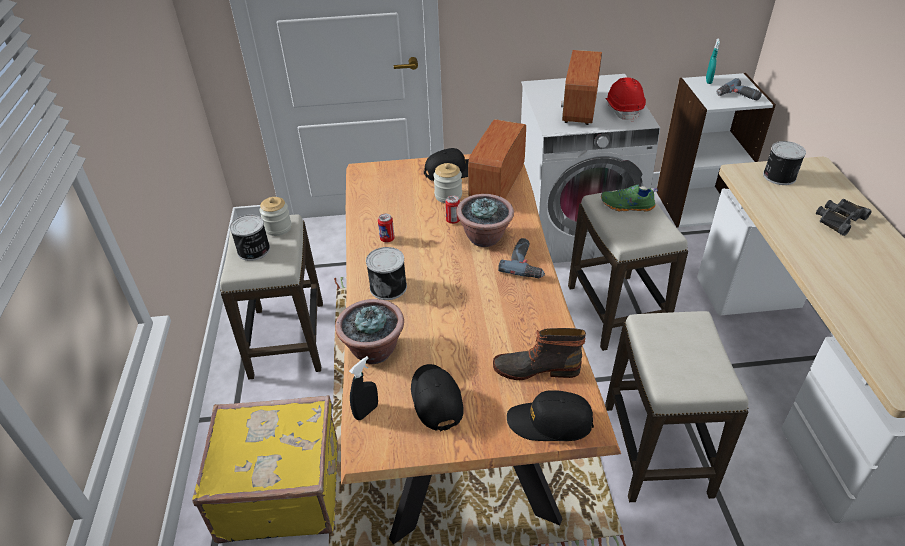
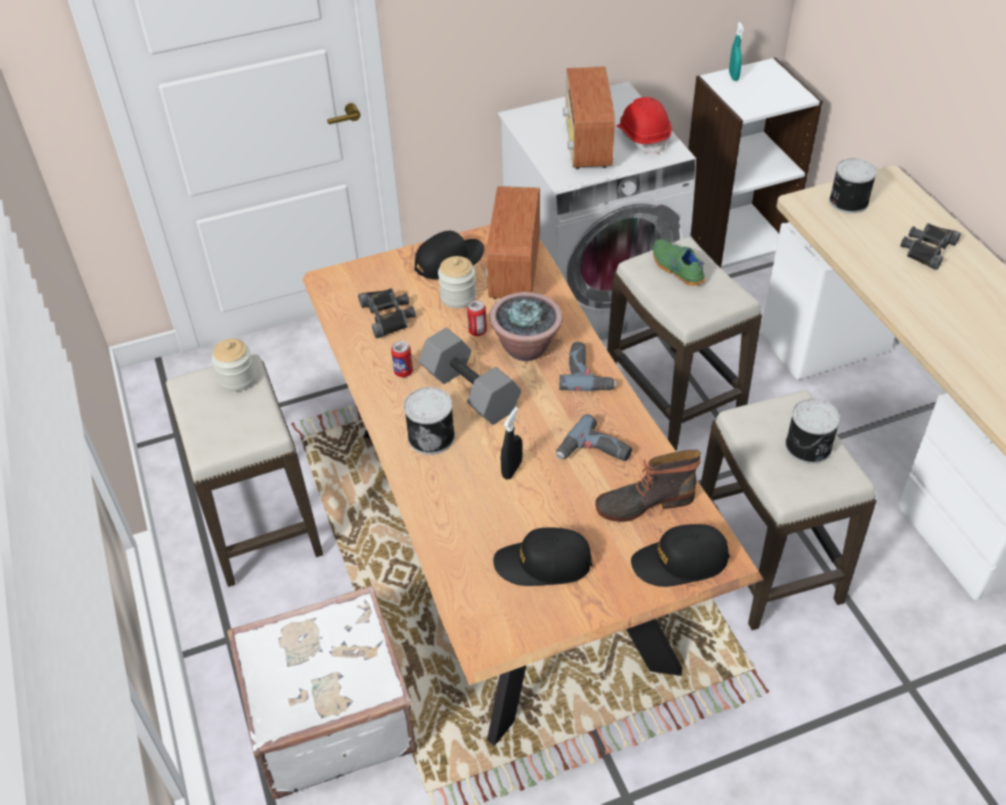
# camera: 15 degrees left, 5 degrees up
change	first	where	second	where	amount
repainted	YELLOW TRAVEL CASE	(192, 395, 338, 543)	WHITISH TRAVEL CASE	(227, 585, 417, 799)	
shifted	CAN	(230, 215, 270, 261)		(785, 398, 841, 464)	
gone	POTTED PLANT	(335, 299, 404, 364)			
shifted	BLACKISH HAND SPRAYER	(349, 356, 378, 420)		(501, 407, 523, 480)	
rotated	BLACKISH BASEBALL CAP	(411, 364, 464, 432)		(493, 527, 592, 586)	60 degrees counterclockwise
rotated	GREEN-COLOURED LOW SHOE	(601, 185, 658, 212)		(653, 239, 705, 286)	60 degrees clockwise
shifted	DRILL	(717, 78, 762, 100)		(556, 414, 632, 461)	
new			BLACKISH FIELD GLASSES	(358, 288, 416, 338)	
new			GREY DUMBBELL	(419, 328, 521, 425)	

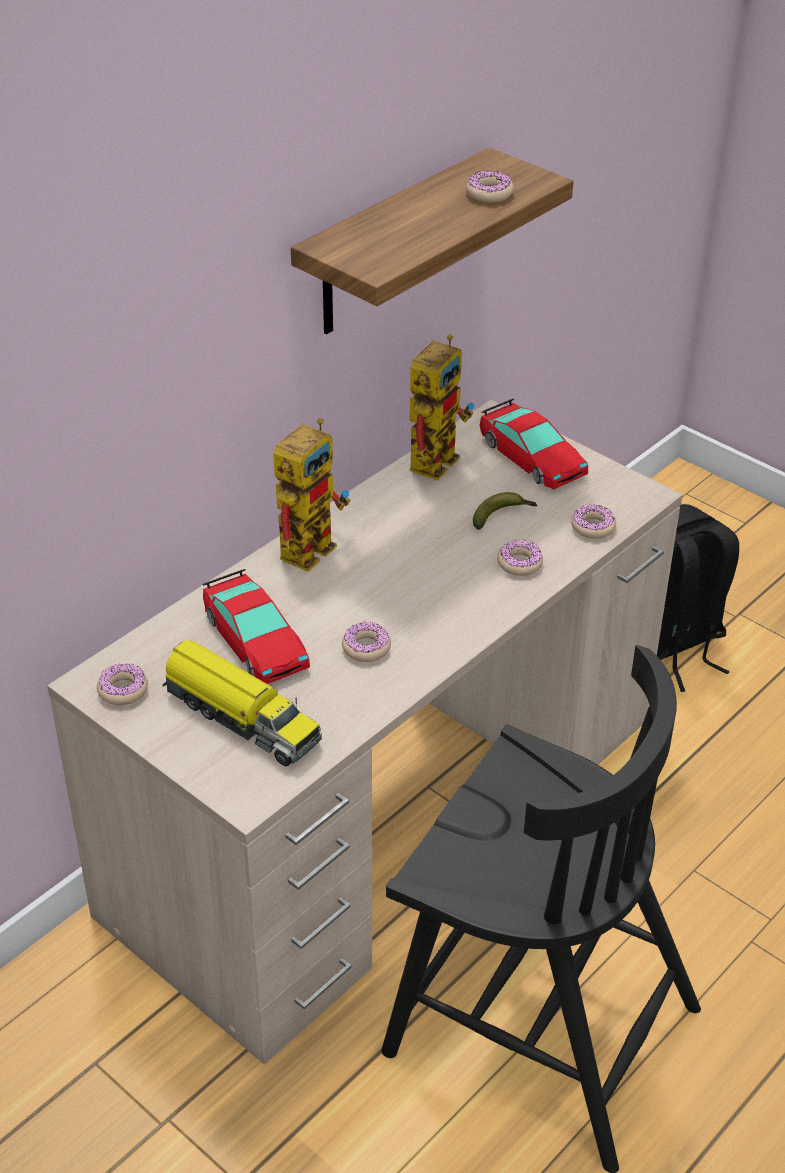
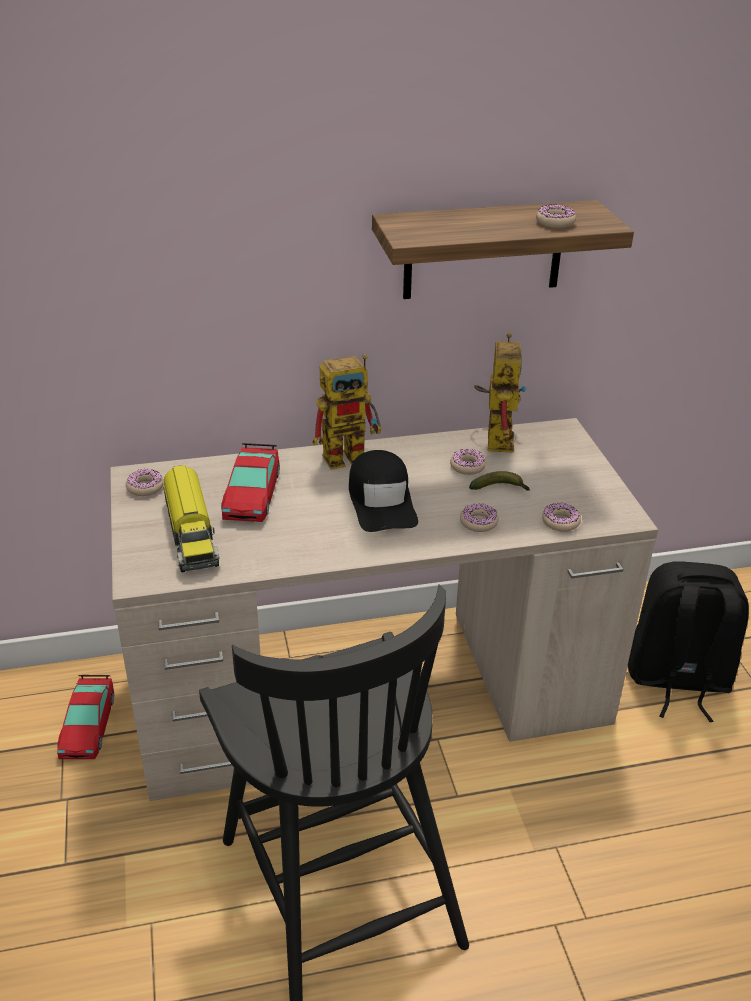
# camera: 35 degrees right, 5 degrees down
change	first	where	second	where	amount
shifted	DOUGHNUT	(342, 622, 391, 662)		(450, 449, 486, 475)	
rotated	MODEL ROBOT	(410, 334, 474, 480)		(474, 333, 526, 453)	60 degrees counterclockwise
shifted	TOY CAR	(480, 399, 588, 489)		(57, 675, 114, 759)	
new			BLACKISH BASEBALL CAP	(349, 450, 418, 532)	

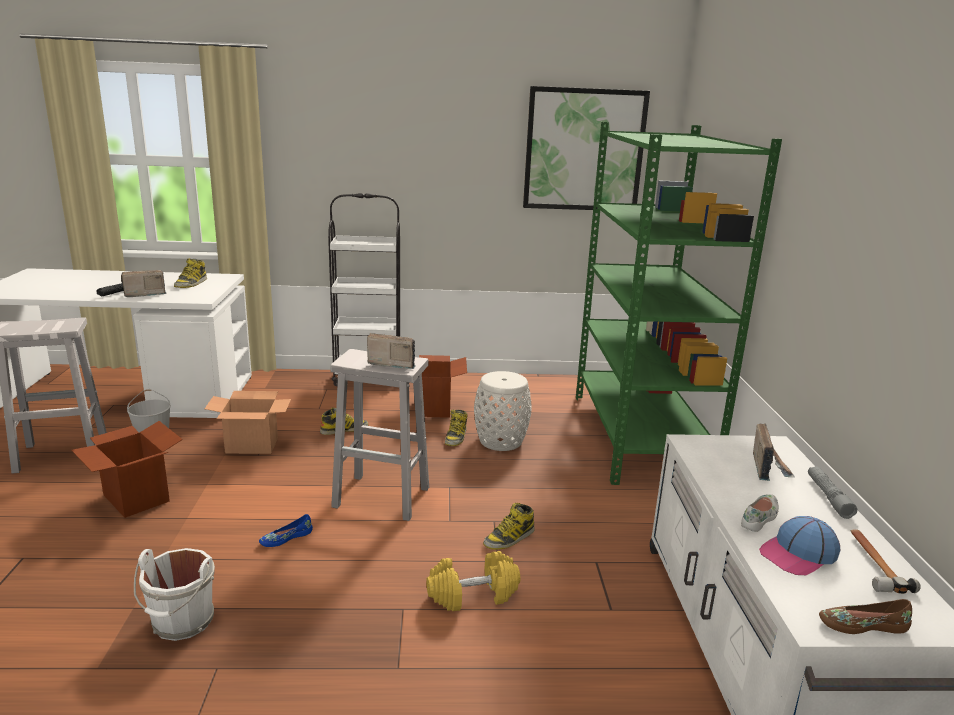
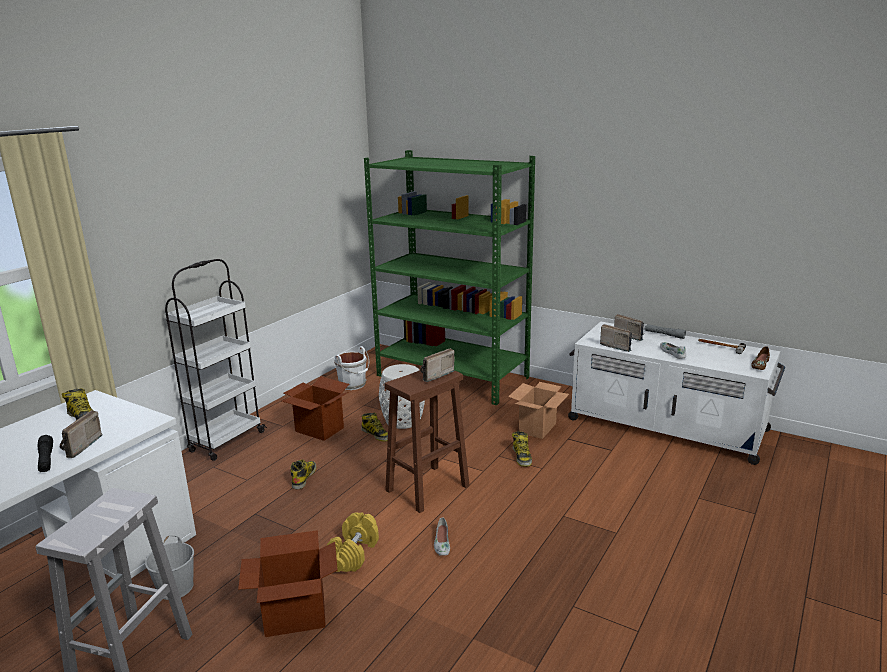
# camera: 55 degrees left, 0 degrees up
change	first	where	second	where	amount
shifted	WHITISH PAIL	(134, 548, 215, 641)		(334, 346, 370, 390)	
shifted	PACKING BOX	(205, 391, 291, 454)		(508, 382, 569, 439)	
repainted	BLUISH LOW SHOE	(259, 514, 313, 547)	WHITISH LOW SHOE	(434, 517, 450, 556)	
repainted	WHITISH SITTING STOOL	(330, 349, 429, 521)	BROWNISH SITTING STOOL	(384, 369, 470, 513)	
shifted	YELLOW DUMBBELL	(426, 551, 520, 611)		(327, 512, 379, 572)	
gone	WALL PICTURE	(523, 86, 650, 210)			
gone	BASEBALL CAP	(759, 516, 840, 575)			
new			RADIO SET	(600, 324, 632, 352)	

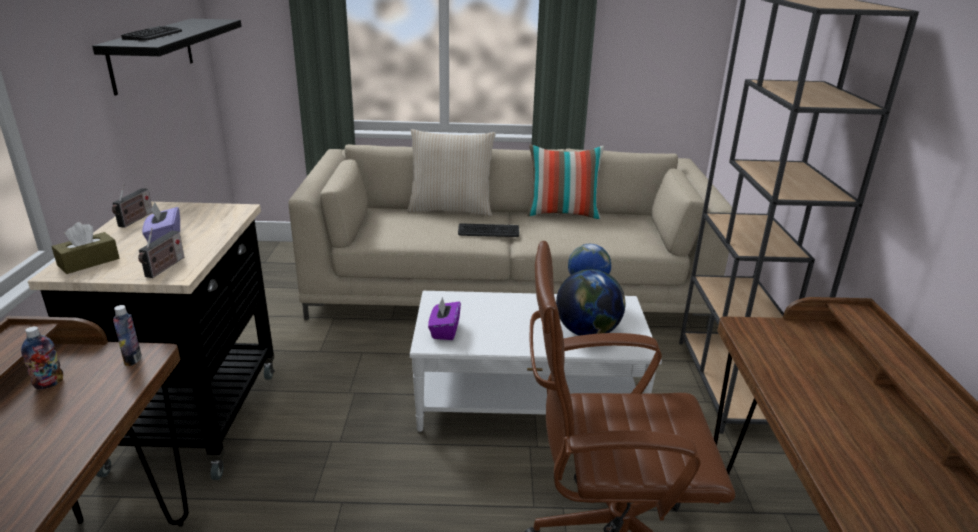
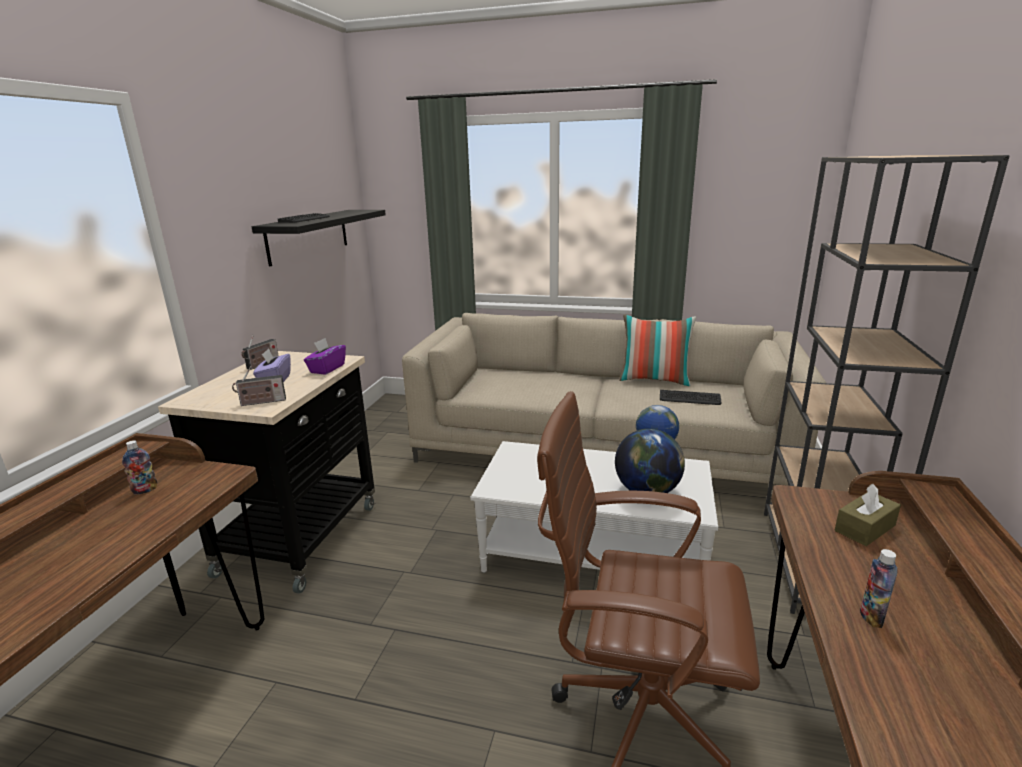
# camera: 15 degrees right, 5 degrees down
change	first	where	second	where	amount
shifted	BROWNISH TISSUE HOLDER	(52, 222, 119, 274)		(835, 484, 901, 546)	
shifted	BEVERAGE BOTTLE	(113, 305, 142, 366)		(860, 549, 898, 628)	
rotated	RADIO SET	(138, 228, 184, 278)		(232, 367, 286, 406)	45 degrees clockwise
gone	BEIGE THROW PILLOW	(407, 129, 496, 217)			
shifted	PURPLE-COLOURED TISSUE HOLDER	(428, 297, 461, 340)		(304, 338, 346, 375)	
shifted	COMPUTER KEYBOARD	(458, 224, 519, 237)		(660, 390, 721, 405)	

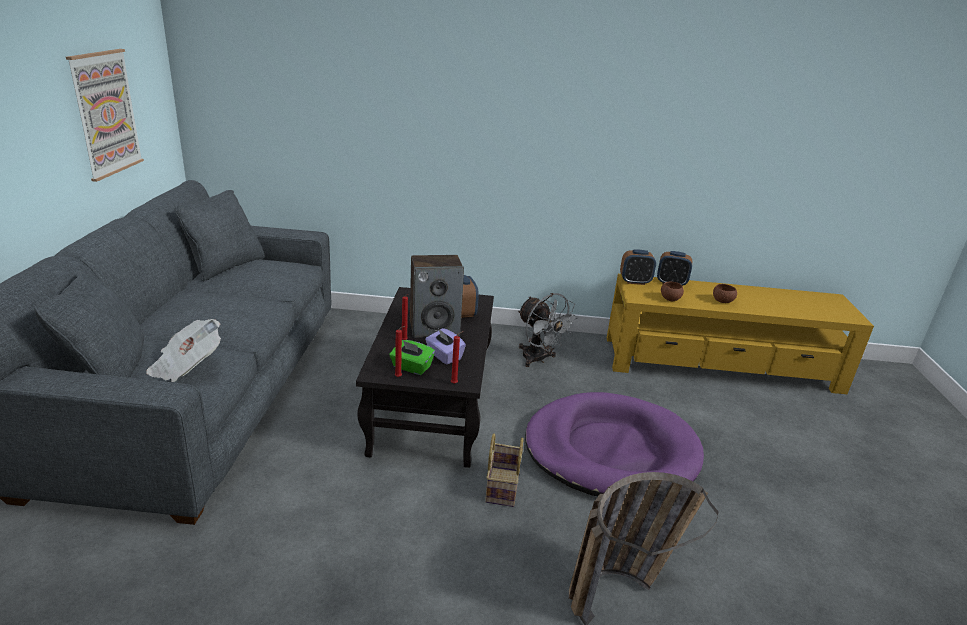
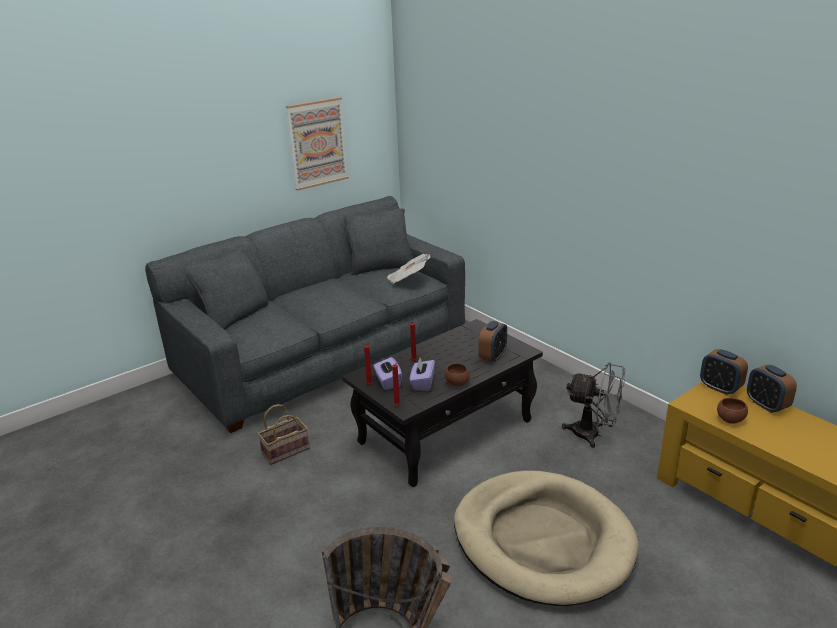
# camera: 50 degrees right, 0 degrees up
change	first	where	second	where	amount
shifted	PRINTED PAPER	(146, 319, 221, 382)		(387, 254, 430, 284)	
repainted	GREEN-COLOURED TISSUE HOLDER	(389, 340, 435, 375)	PURPLE-COLOURED TISSUE HOLDER	(373, 357, 402, 390)	
gone	AUDIO SPEAKER	(410, 255, 464, 338)			
shifted	STORAGE BASKET	(485, 433, 524, 507)		(258, 404, 310, 465)	
rotated	GREY COOLING FAN	(518, 293, 578, 367)		(562, 362, 625, 448)	75 degrees counterclockwise
repainted	PURPLE-COLOURED DOG CUSHION	(525, 392, 704, 496)	BEIGE DOG CUSHION	(454, 471, 639, 606)	
shifted	BROWNISH BOWL	(713, 284, 737, 303)		(445, 363, 470, 386)	

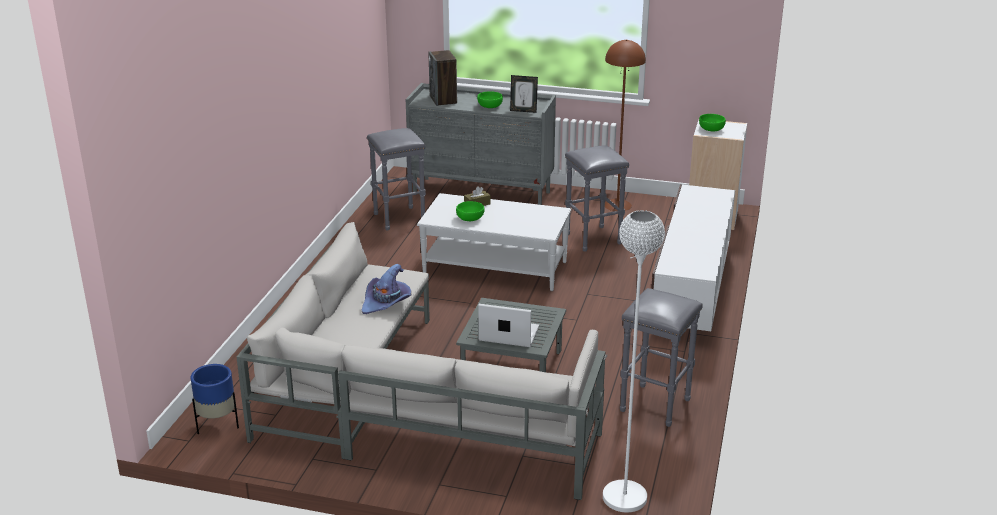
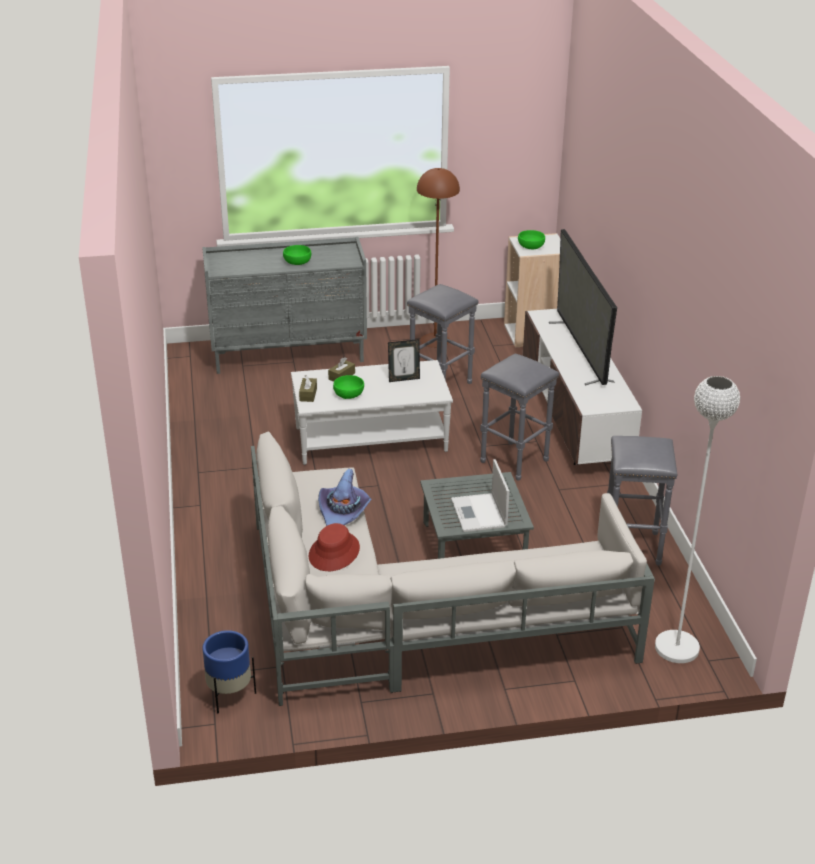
# camera: 25 degrees left, 5 degrees up
change	first	where	second	where	amount
shifted	GREY SITTING STOOL	(367, 128, 426, 231)		(480, 354, 559, 481)	
gone	AUDIO SPEAKER	(428, 50, 457, 106)			
rotated	LAPTOP	(478, 304, 539, 347)		(451, 459, 510, 532)	90 degrees counterclockwise
shifted	PICTURE FRAME	(510, 75, 538, 113)		(388, 339, 420, 382)	
new			BROWNISH TISSUE HOLDER	(299, 375, 317, 402)	
new			RED-COLOURED HAT	(309, 523, 360, 571)	
new			TV SET	(549, 229, 617, 386)	

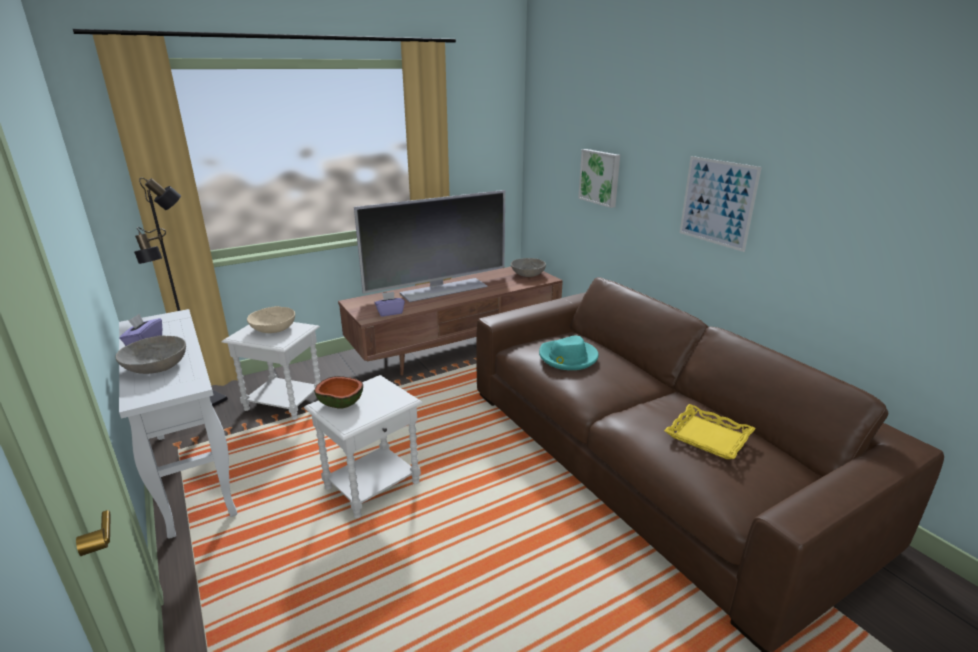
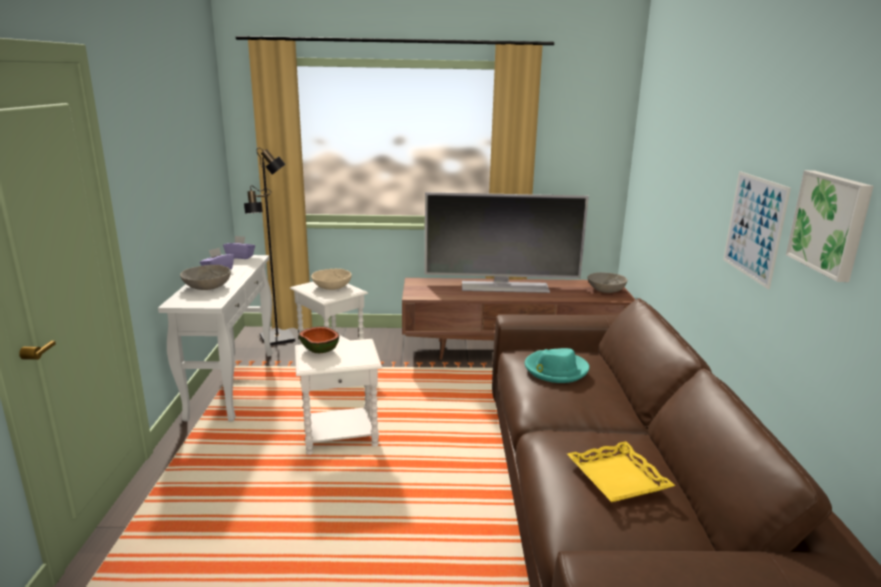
# camera: 30 degrees right, 5 degrees down
change	first	where	second	where	amount
shifted	PURPLE-COLOURED TISSUE HOLDER	(375, 292, 405, 317)		(223, 236, 255, 259)	
shifted	WALL PICTURE	(578, 149, 620, 208)		(786, 170, 874, 282)	

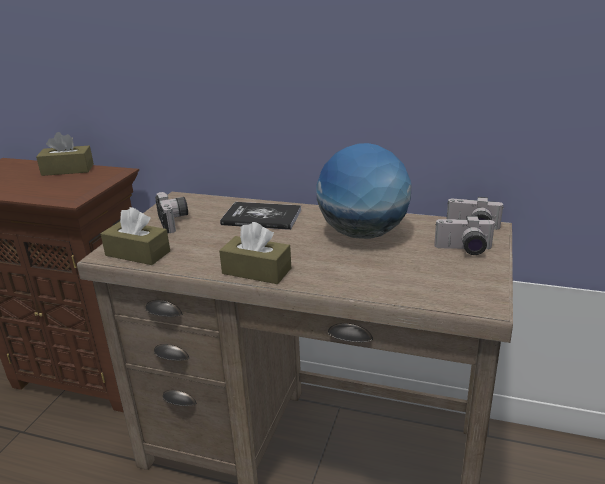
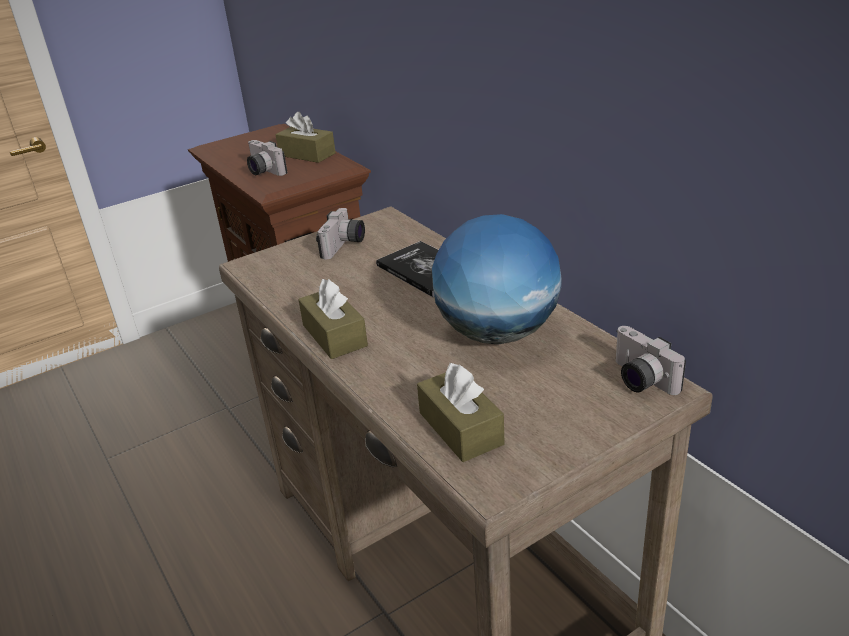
# camera: 40 degrees right, 5 degrees up
change	first	where	second	where	amount
shifted	BROWNISH TISSUE HOLDER	(101, 207, 170, 265)		(417, 363, 505, 462)	
shifted	STILL CAMERA	(434, 216, 495, 255)		(247, 140, 288, 176)	

